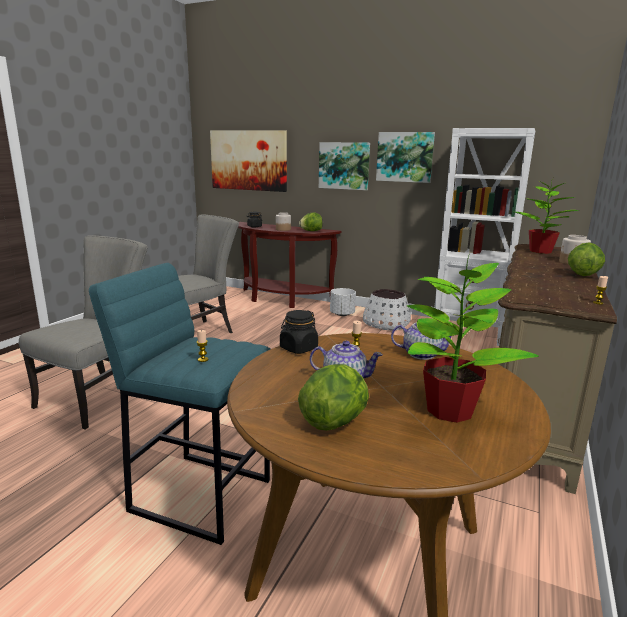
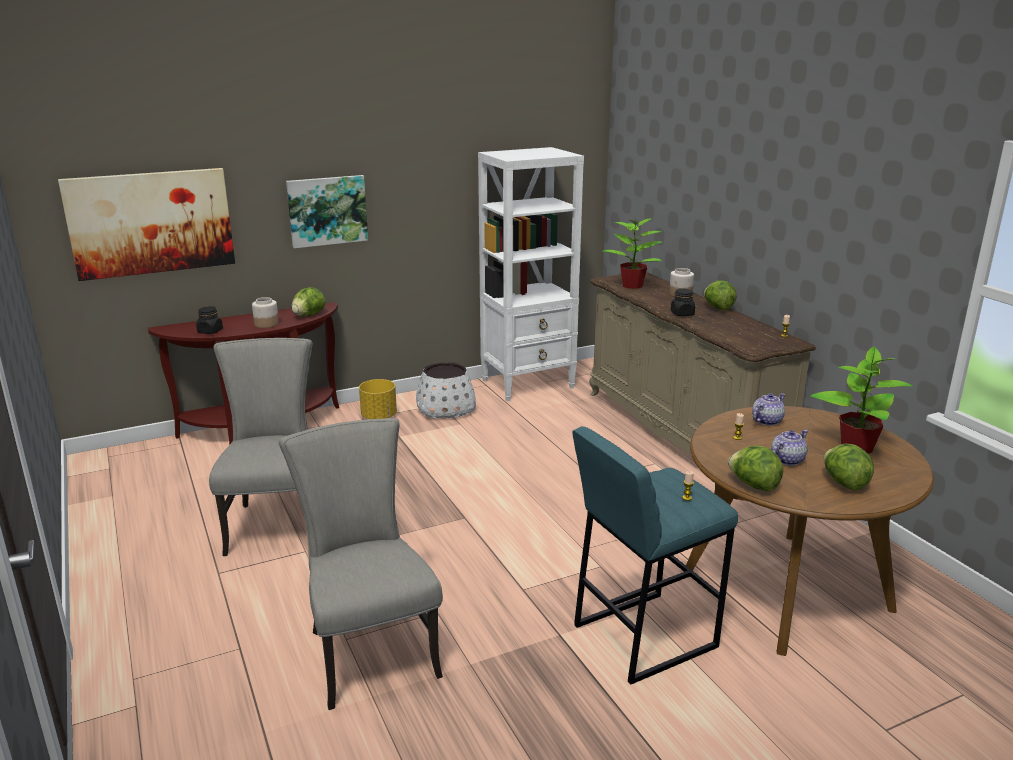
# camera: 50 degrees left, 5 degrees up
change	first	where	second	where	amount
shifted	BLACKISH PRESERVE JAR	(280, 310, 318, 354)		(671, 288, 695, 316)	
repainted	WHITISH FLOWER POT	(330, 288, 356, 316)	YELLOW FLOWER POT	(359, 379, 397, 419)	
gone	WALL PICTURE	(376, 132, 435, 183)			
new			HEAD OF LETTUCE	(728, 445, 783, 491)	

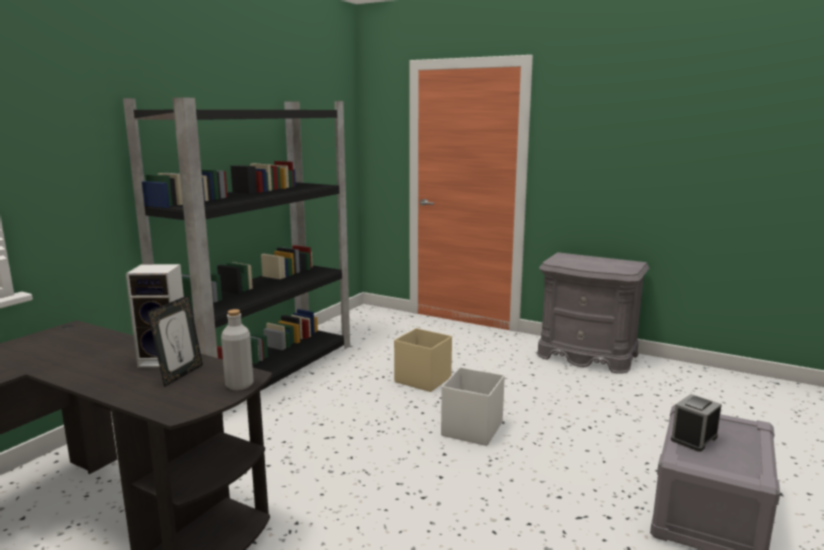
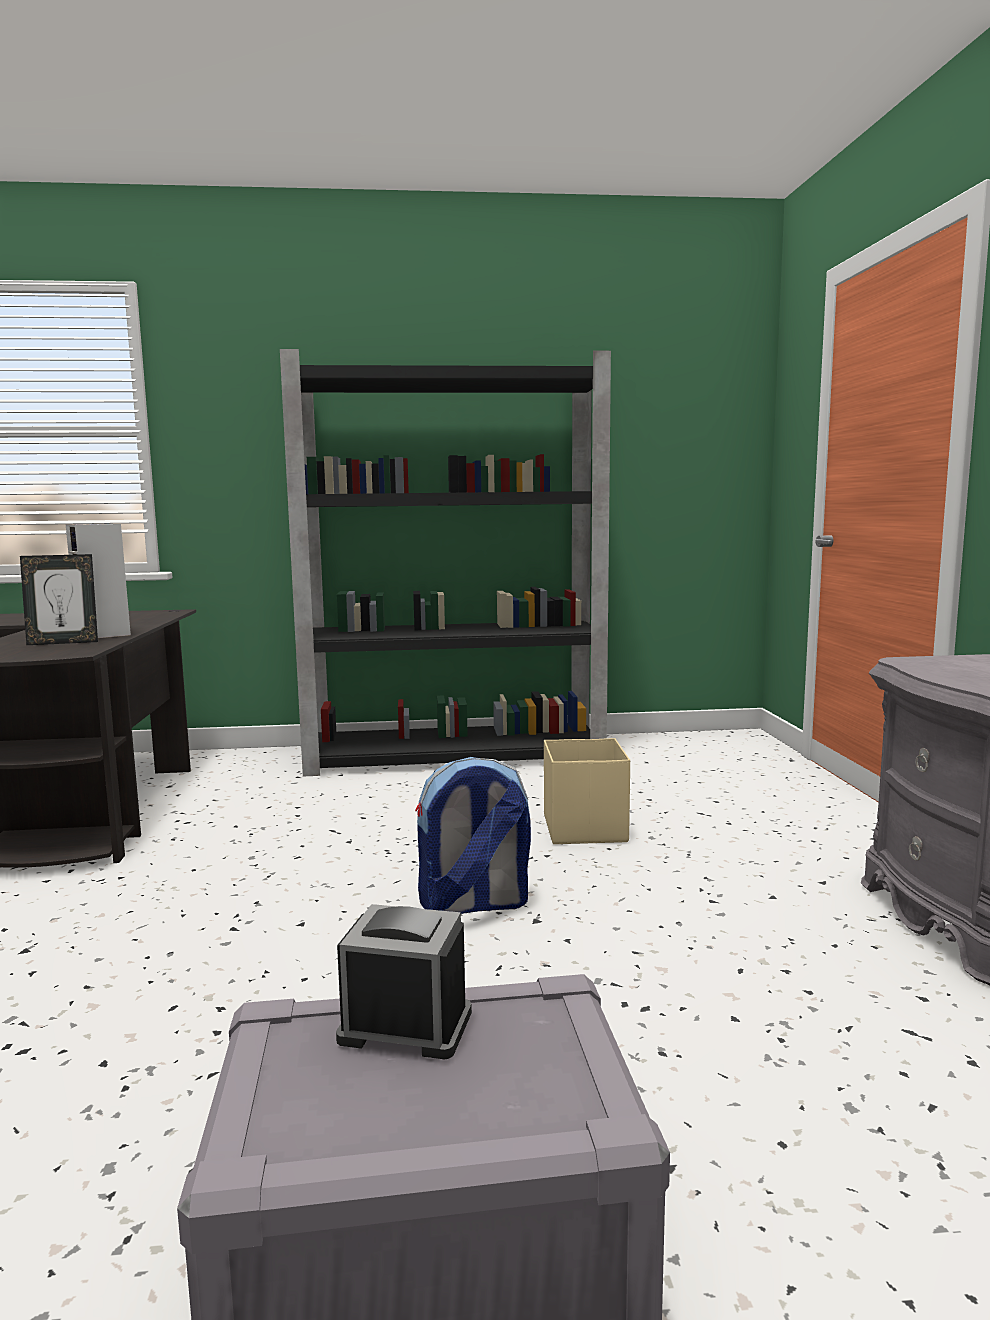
# camera: 55 degrees right, 5 degrees down
change	first	where	second	where	amount
gone	GREY BEVERAGE BOTTLE	(221, 309, 253, 390)			
swapped	WHITISH STORAGE BIN	(441, 367, 505, 446)	RUCKSACK	(415, 757, 531, 914)	

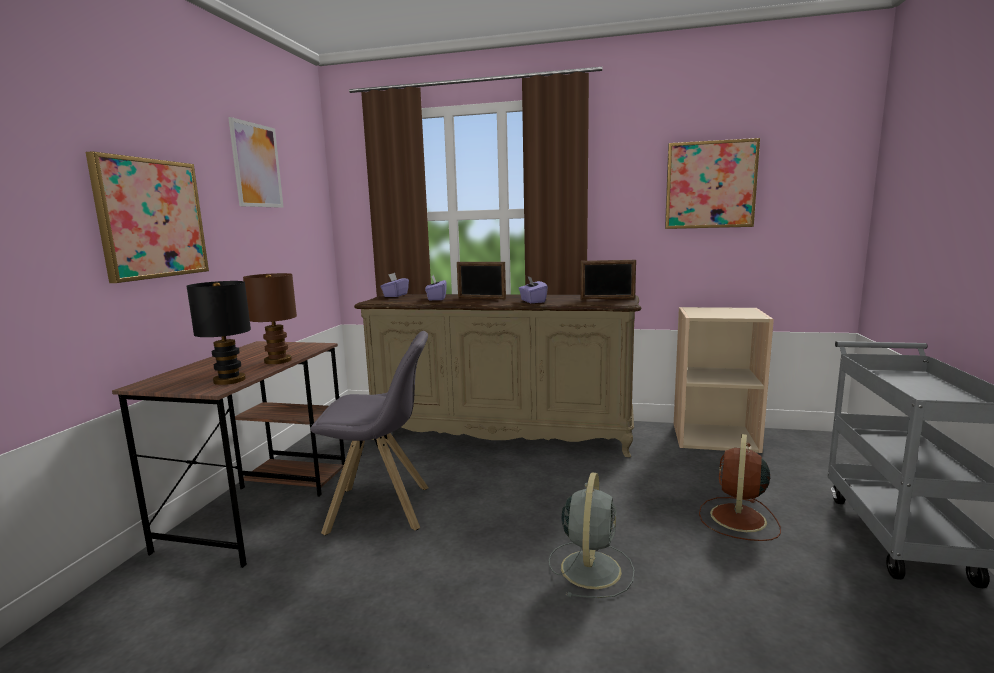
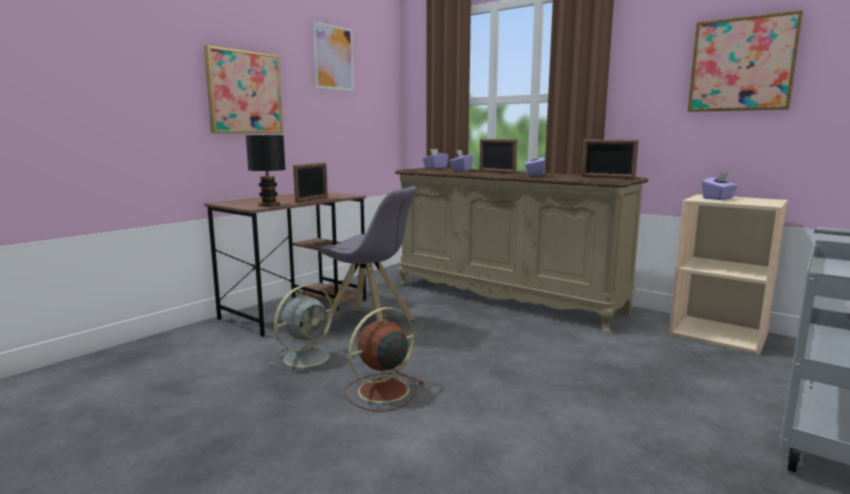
# camera: 25 degrees right, 0 degrees up
change	first	where	second	where	amount
swapped	BROWNISH TABLETOP LAMP	(243, 273, 297, 364)	PICTURE FRAME	(293, 163, 328, 203)	
shifted	GREY COOLING FAN	(549, 472, 634, 598)		(270, 285, 341, 372)	
shifted	BROWNISH COOLING FAN	(699, 434, 781, 541)		(344, 307, 423, 412)	
new			PURPLE-COLOURED TISSUE HOLDER	(702, 173, 738, 200)	

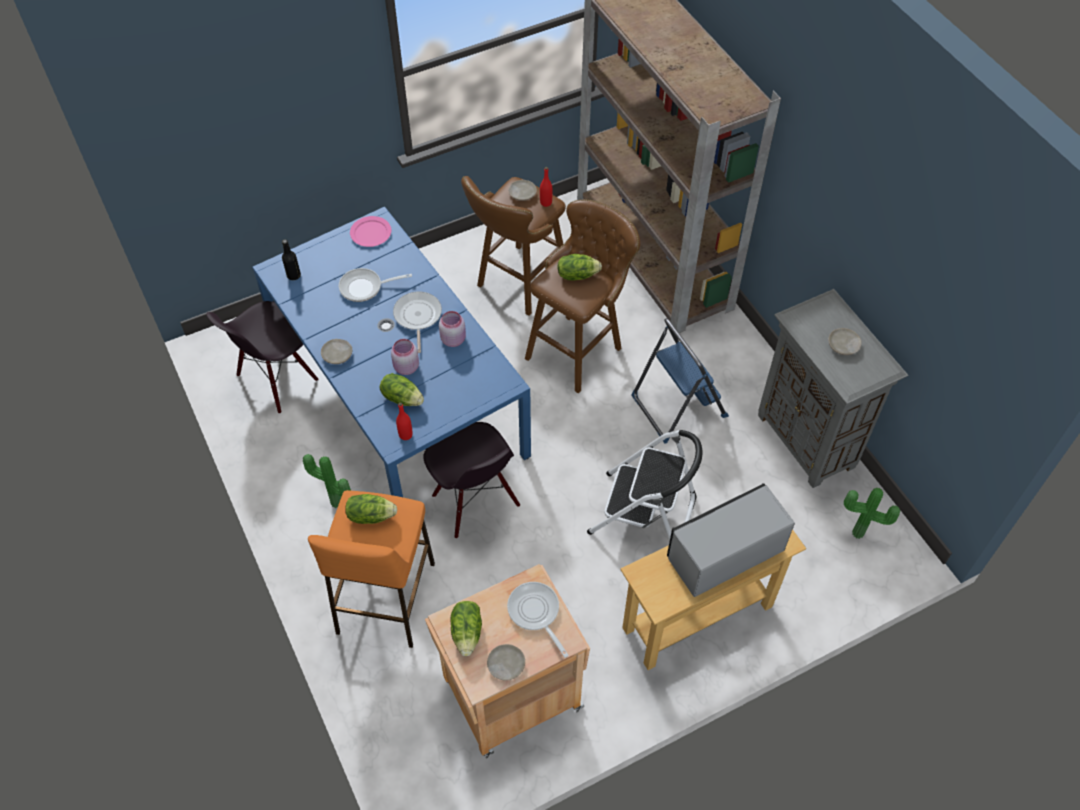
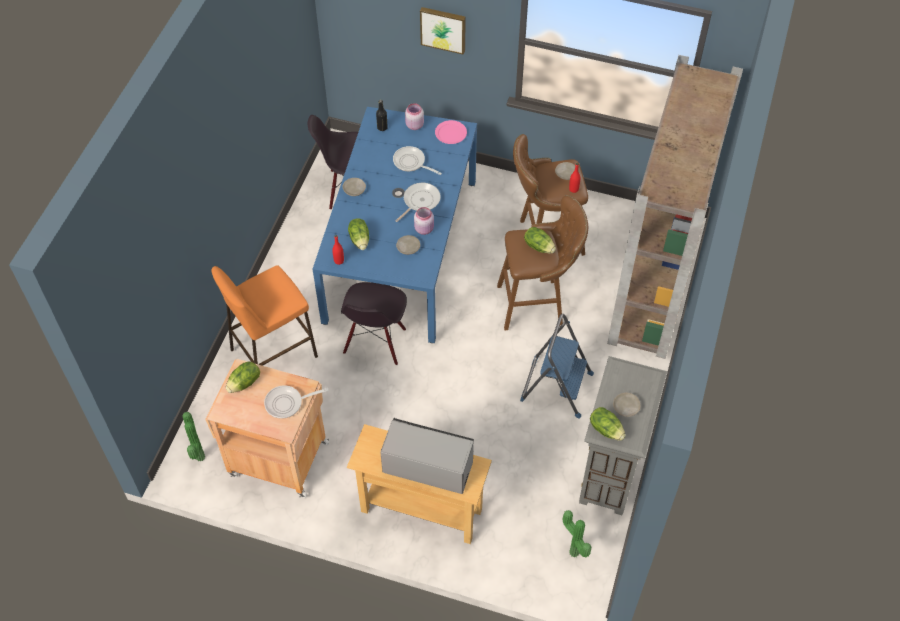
# camera: 45 degrees right, 0 degrees up
change	first	where	second	where	amount
shifted	POTTED PLANT	(303, 454, 351, 508)		(182, 412, 205, 462)	
shifted	HEAD OF LETTUCE	(345, 494, 397, 524)		(590, 407, 626, 441)	
shifted	PINKISH PRESERVE JAR	(391, 339, 419, 375)		(405, 103, 424, 130)	
shifted	BEIGE FLAT DISH	(487, 644, 525, 681)		(396, 235, 420, 255)	
rotated	PAN	(507, 582, 569, 658)		(264, 385, 329, 419)	120 degrees counterclockwise
gone	STEPLADDER	(587, 430, 702, 540)			
new			WALL PICTURE	(420, 7, 466, 55)	

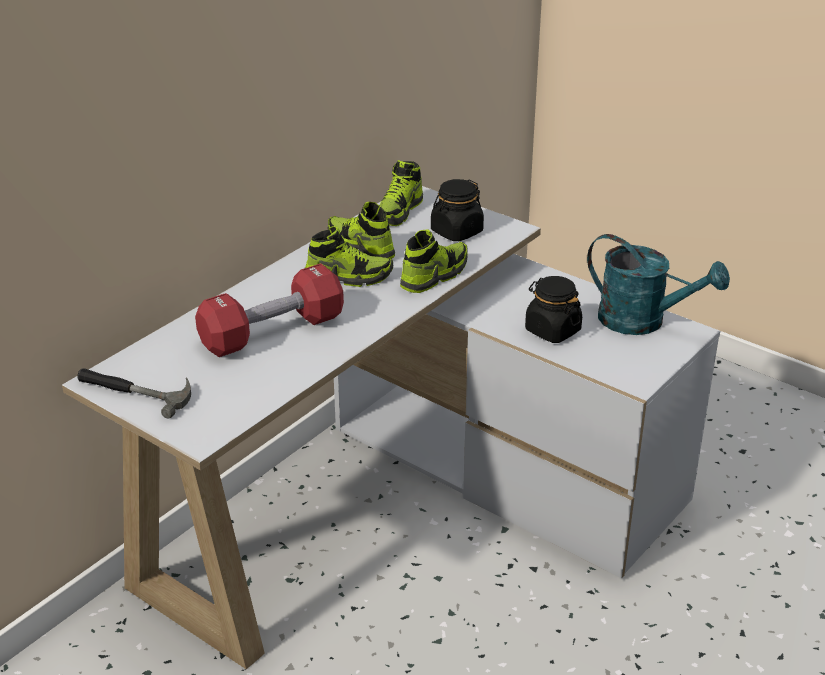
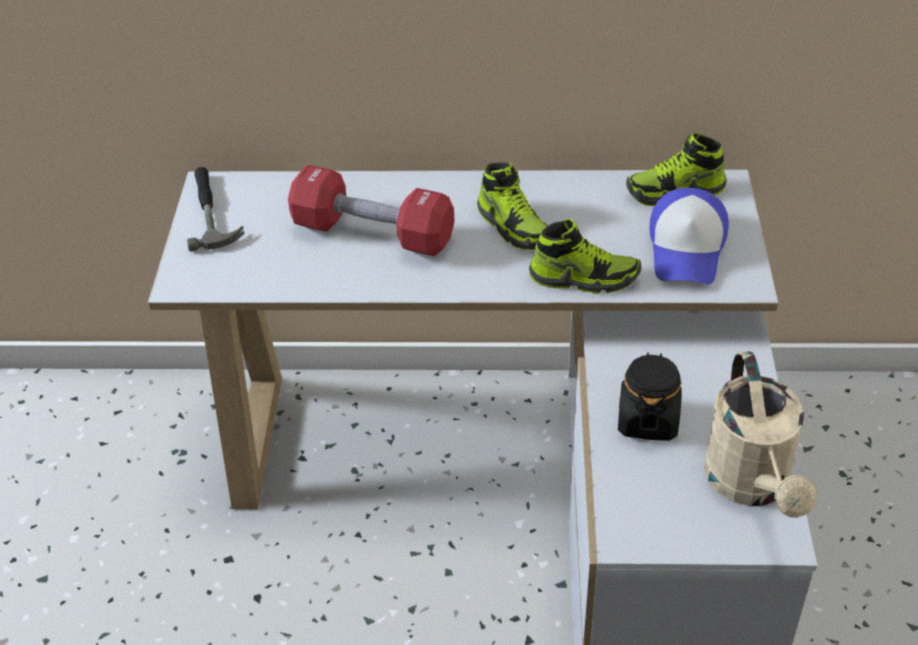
# camera: 55 degrees right, 10 degrees up
change	first	where	second	where	amount
gone	LOW SHOE	(327, 202, 395, 259)			
swapped	BLACKISH PRESERVE JAR	(431, 179, 484, 241)	BASEBALL CAP	(650, 188, 729, 285)	
repainted	TURQUOISE WATERING POT	(587, 234, 730, 335)	BEIGE WATERING POT	(704, 351, 818, 518)	

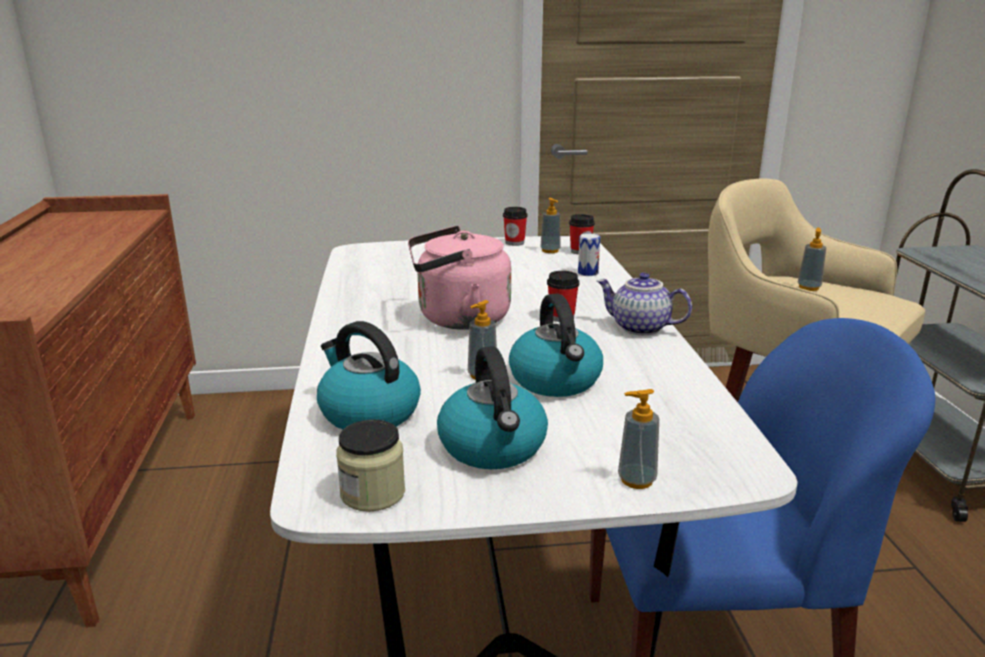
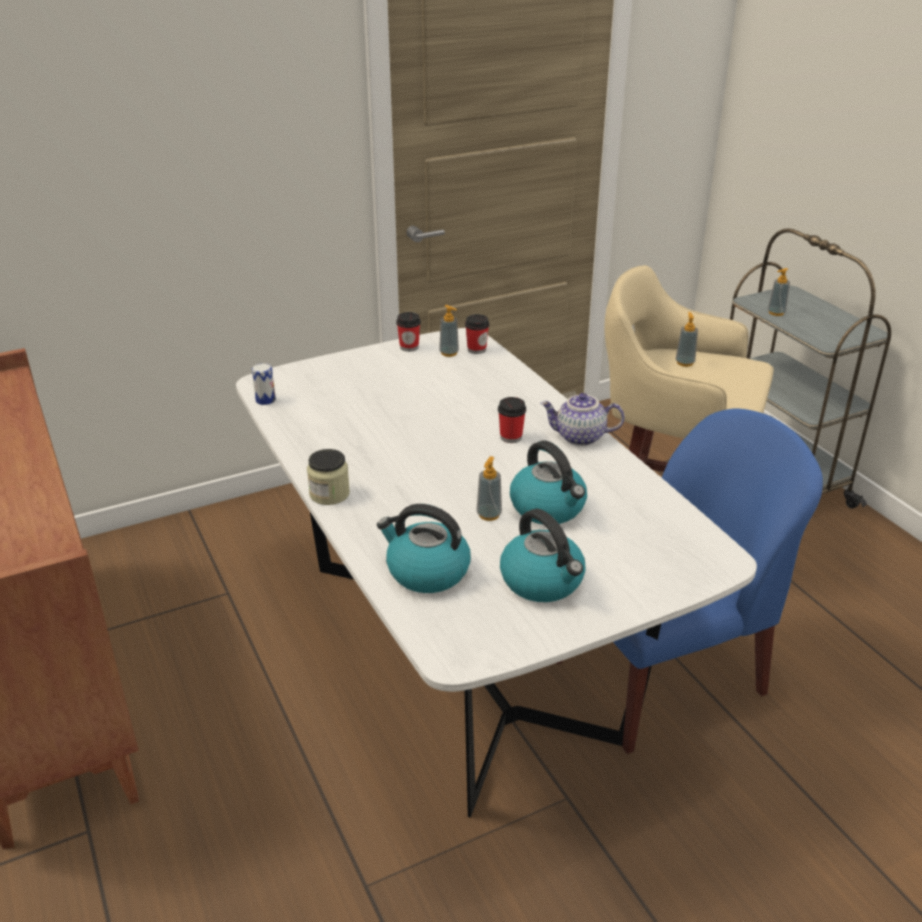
# camera: 20 degrees left, 10 degrees up
change	first	where	second	where	amount
shifted	PRESERVE JAR	(336, 419, 405, 512)		(307, 449, 350, 505)	
gone	PINKISH WATER KETTLE	(408, 226, 511, 330)			
shifted	CAN	(578, 233, 600, 276)		(252, 363, 276, 405)	
shifted	SOAP BOTTLE	(618, 389, 659, 489)		(768, 268, 790, 316)	

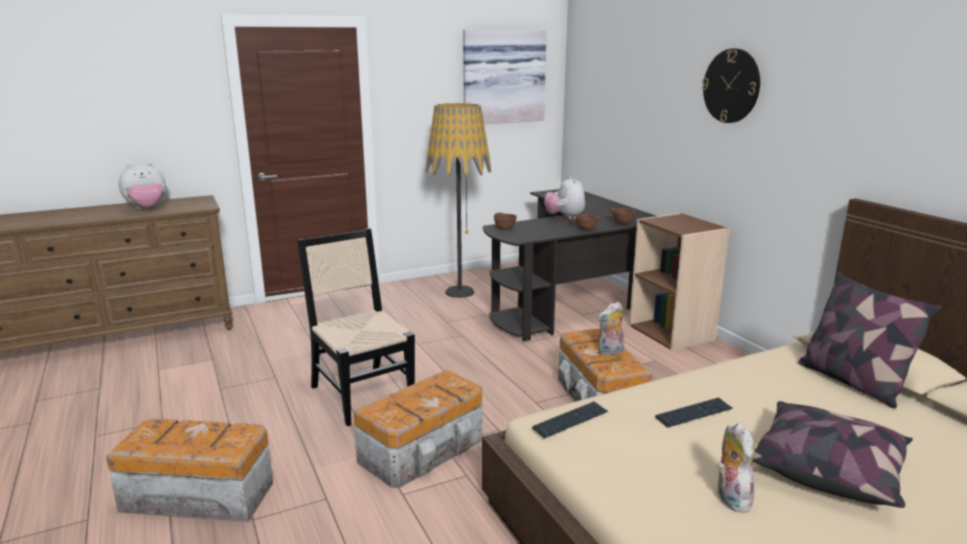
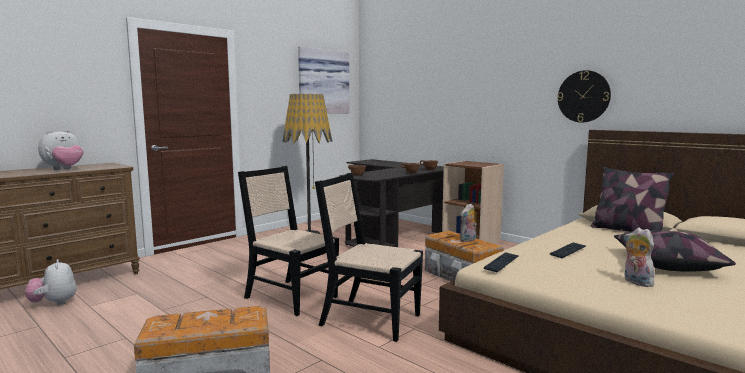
# camera: 20 degrees left, 10 degrees down
change	first	where	second	where	amount
swapped	STORAGE BIN	(354, 369, 482, 488)	PLAIN CHAIR	(315, 173, 423, 342)	
shifted	PLUSH TOY	(544, 176, 585, 219)		(25, 259, 76, 305)	
shifted	WALL CLOCK	(702, 48, 760, 123)		(557, 70, 611, 122)	

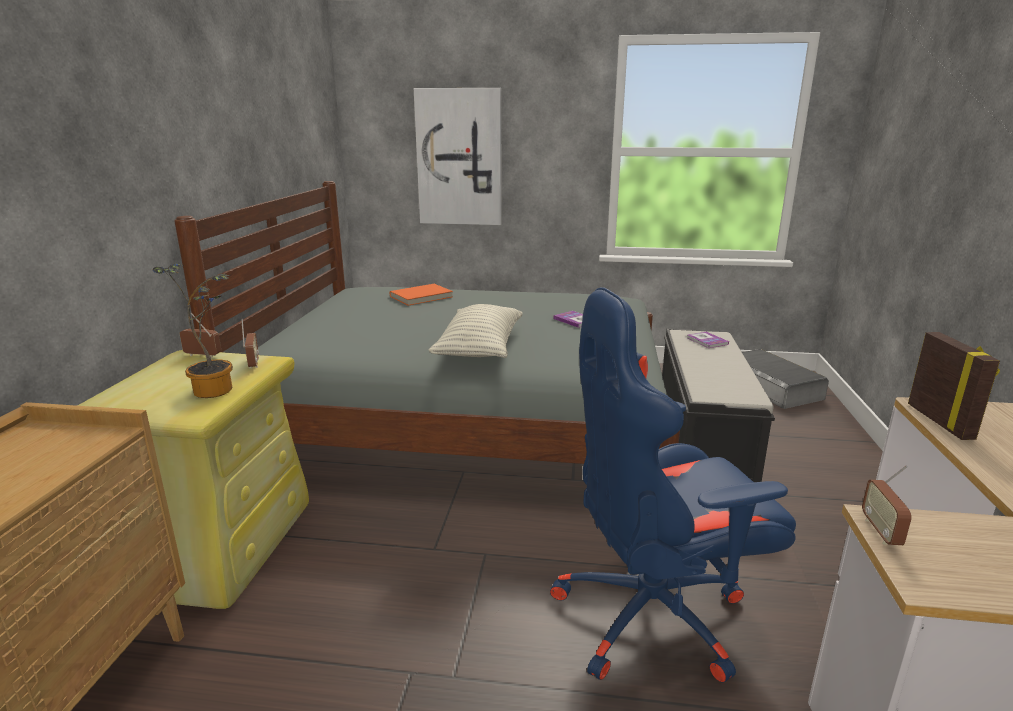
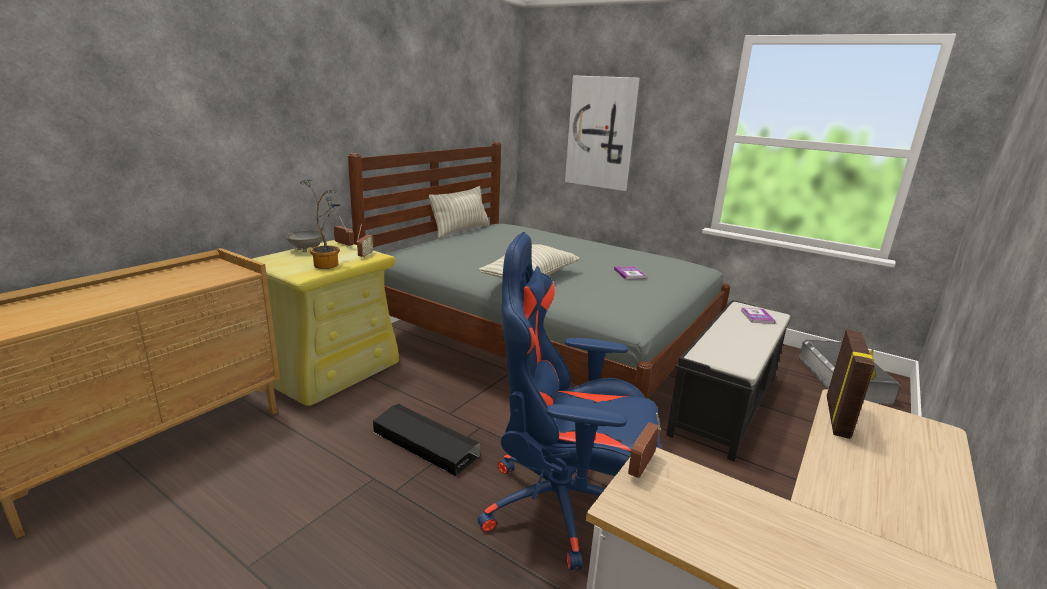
# camera: 25 degrees right, 0 degrees up
change	first	where	second	where	amount
gone	ORANGEY VOLUME	(390, 284, 453, 306)			
new			GREY BOWL	(286, 230, 325, 253)	
new			BLACKISH STORAGE BIN	(373, 404, 480, 476)	
new			THROW PILLOW	(429, 186, 490, 238)	

